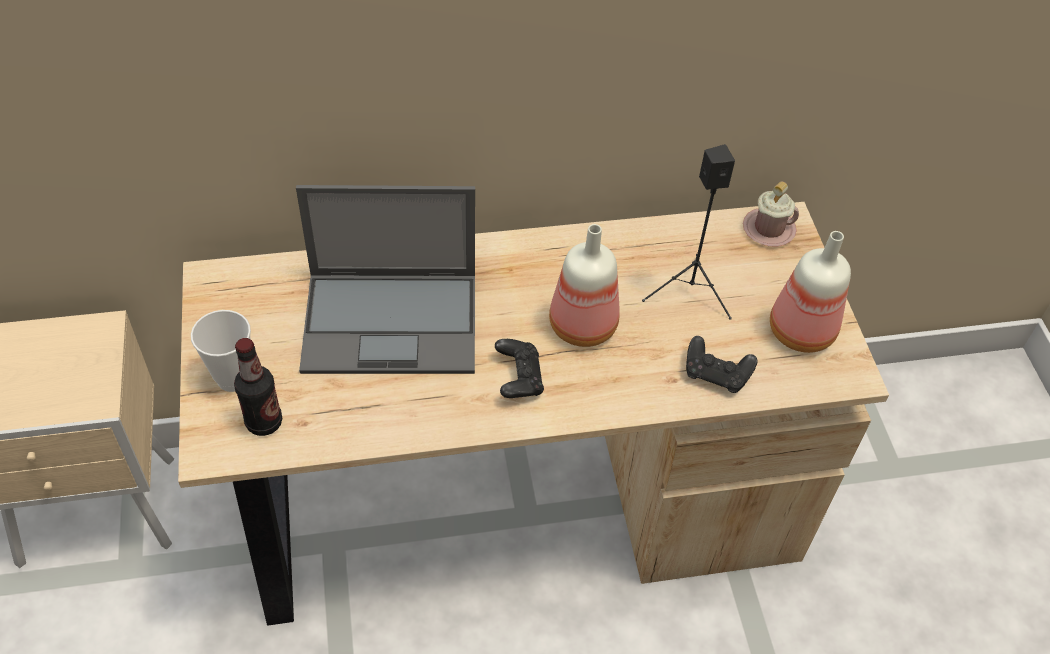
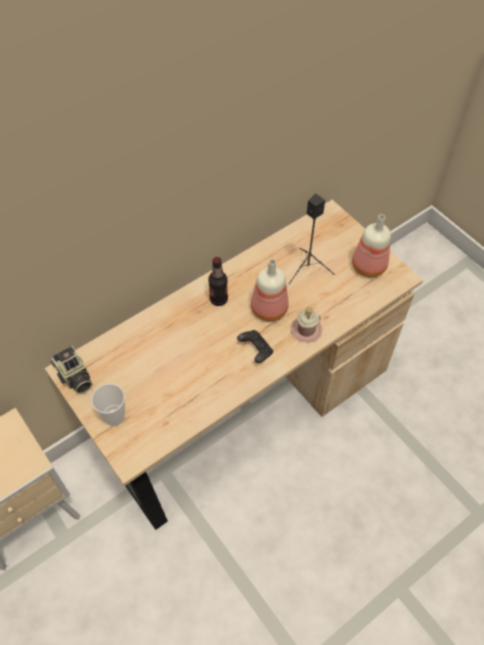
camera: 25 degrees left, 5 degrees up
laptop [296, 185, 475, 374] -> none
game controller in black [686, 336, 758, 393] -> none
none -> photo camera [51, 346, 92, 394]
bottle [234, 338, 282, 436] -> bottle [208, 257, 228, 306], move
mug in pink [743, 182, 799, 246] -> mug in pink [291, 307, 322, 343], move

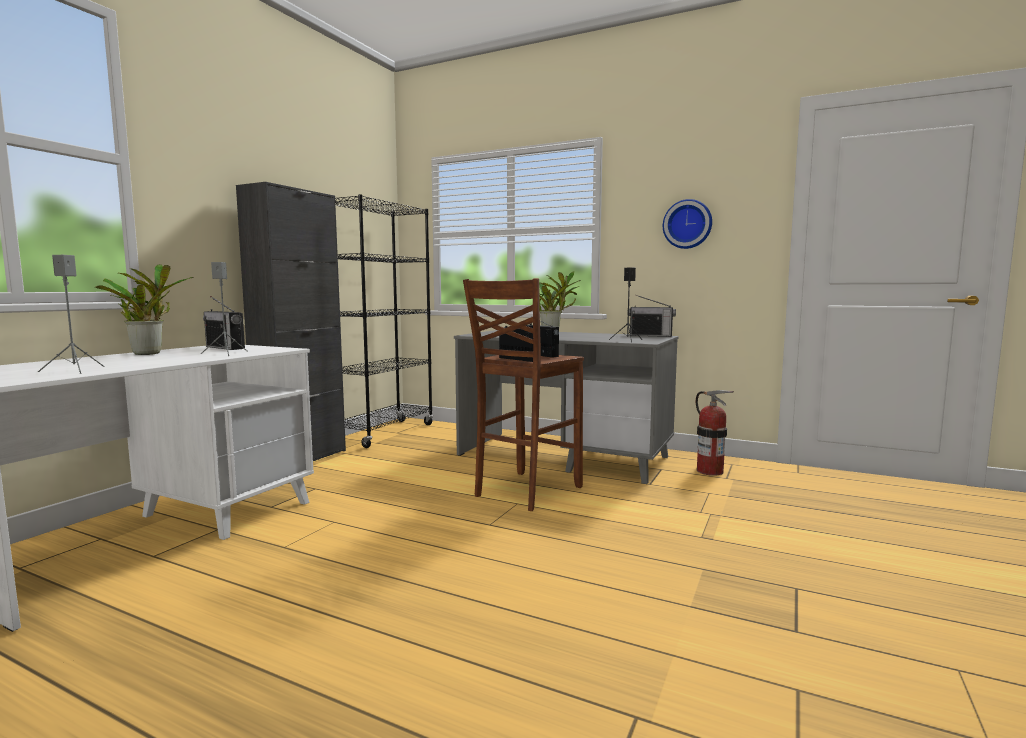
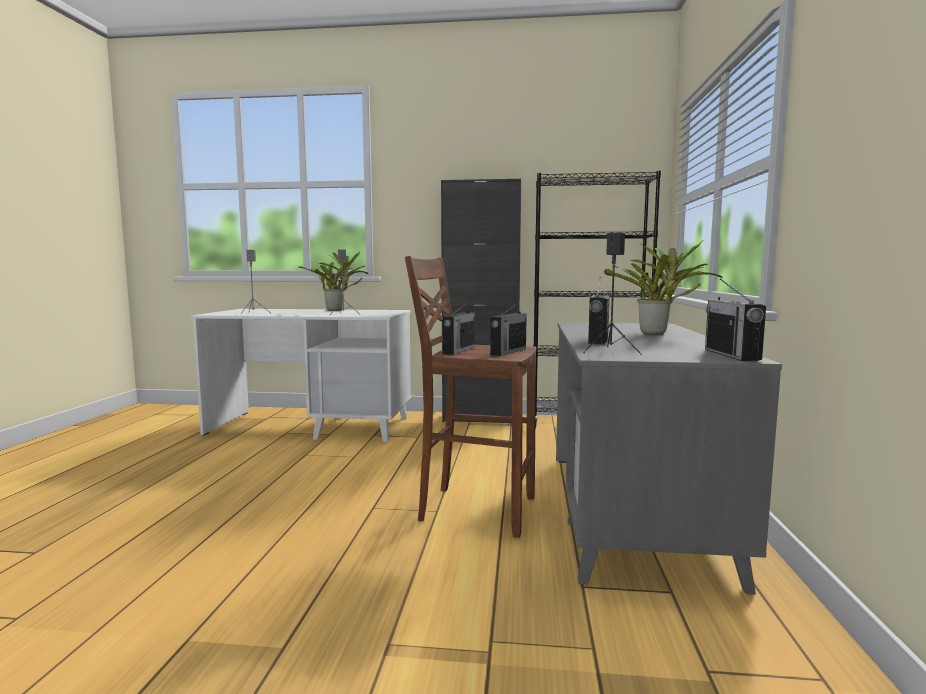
camera: 70 degrees right, 0 degrees up
wall clock [663, 199, 712, 249] -> none
fire extinguisher [696, 390, 734, 476] -> none
radio [203, 296, 245, 350] -> radio [588, 277, 610, 344], move

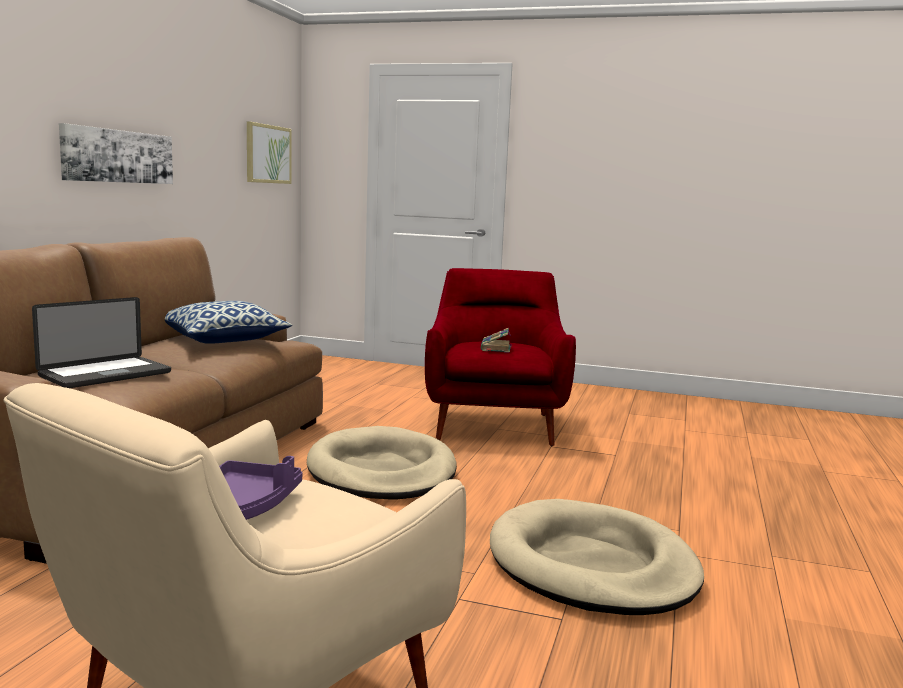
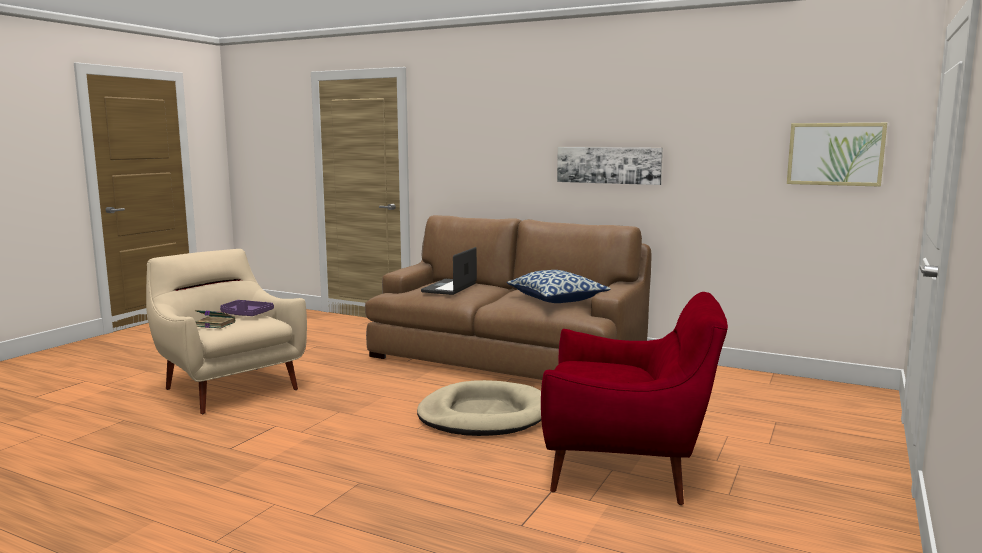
camera: 100 degrees right, 0 degrees up
dog bed in beige [490, 499, 704, 615] -> none
book [481, 328, 511, 353] -> book [195, 310, 235, 329], move
laptop [32, 297, 171, 388] -> laptop [421, 247, 477, 295], 60 degrees clockwise

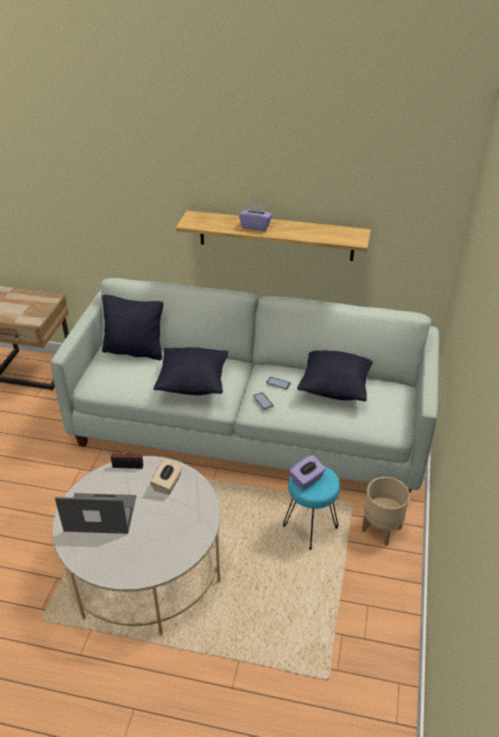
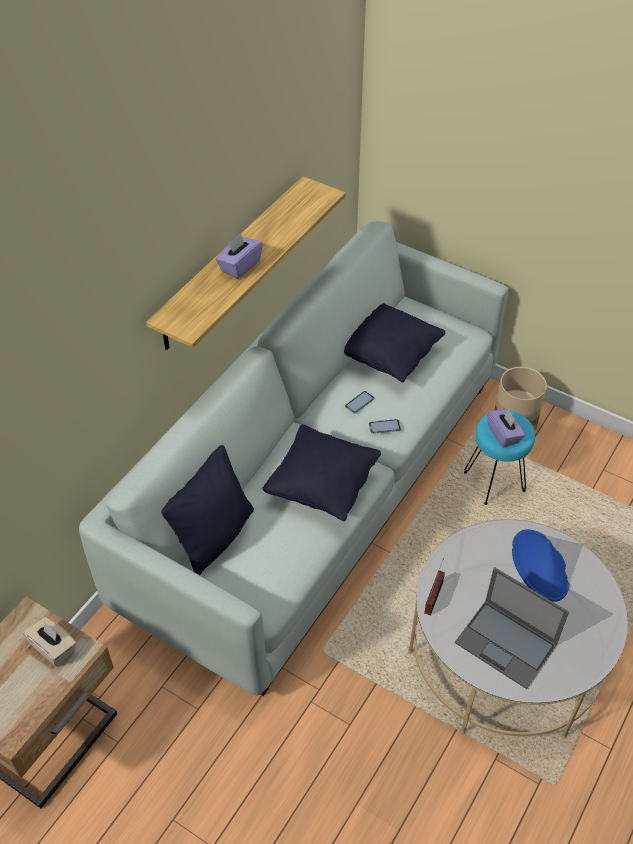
camera: 70 degrees left, 10 degrees up
none -> hat in blue [512, 529, 569, 602]
tissue box in beige [150, 458, 182, 495] -> tissue box in beige [23, 617, 76, 667], move
laptop [55, 493, 136, 534] -> laptop [455, 567, 569, 689], 75 degrees counterclockwise

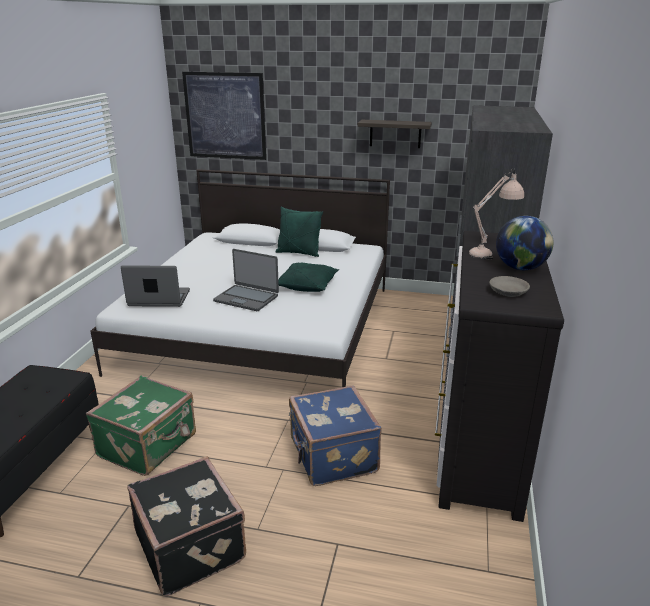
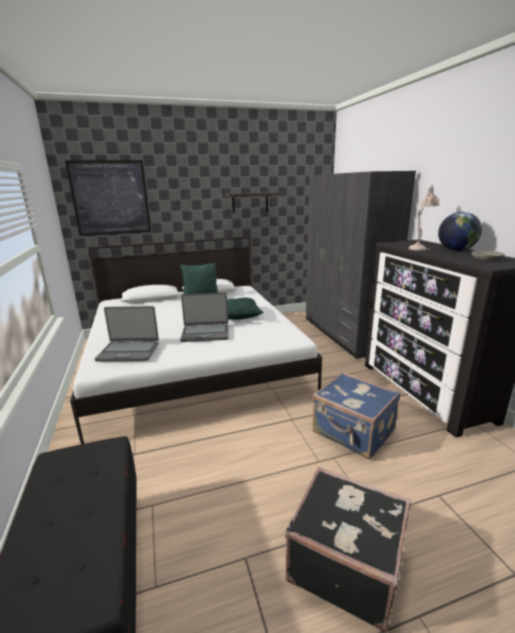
camera: 30 degrees left, 5 degrees down
suitcase in green [86, 375, 196, 476] -> none
laptop [121, 265, 190, 307] -> laptop [95, 306, 159, 362], 150 degrees counterclockwise

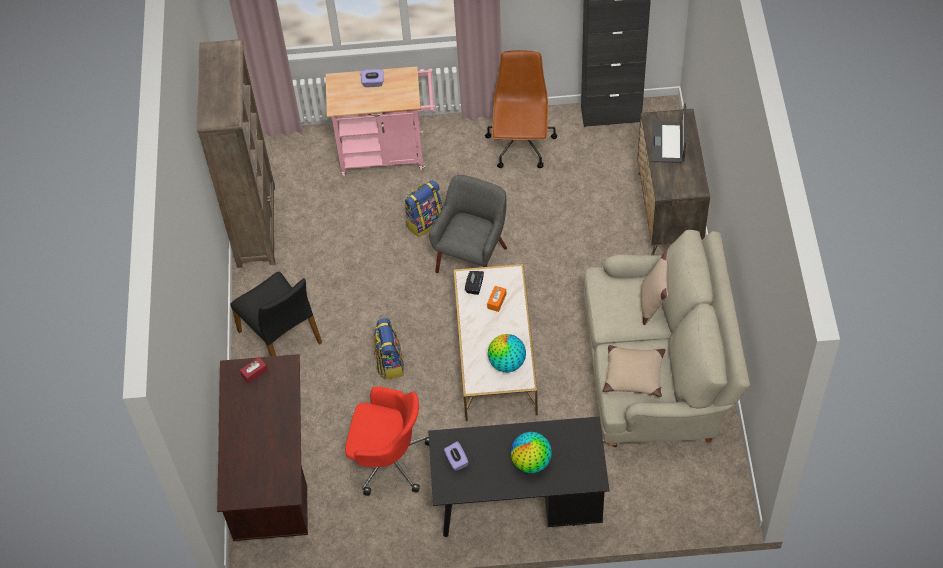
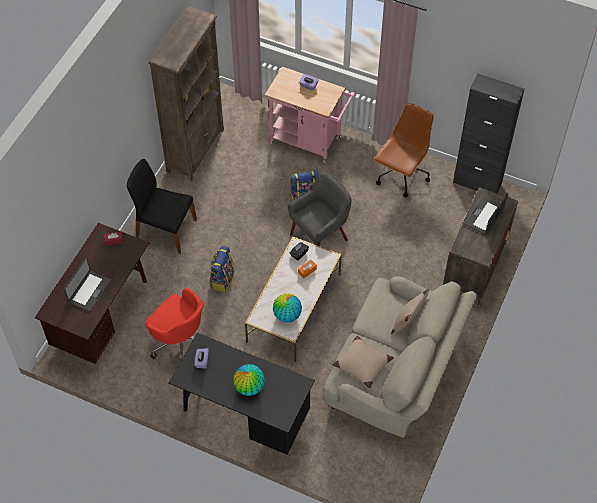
camera: 25 degrees right, 0 degrees up
none -> laptop [64, 257, 111, 312]
chair in black [231, 272, 322, 356] -> chair in black [127, 159, 197, 254], 120 degrees clockwise

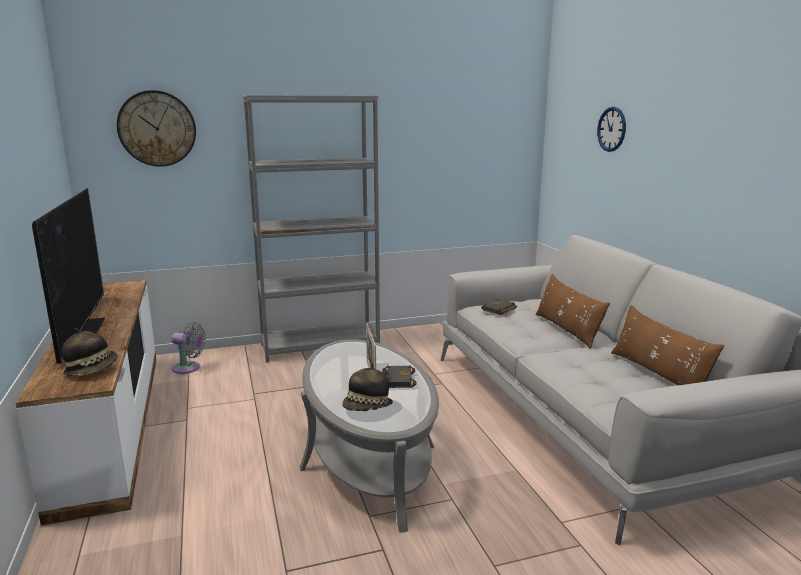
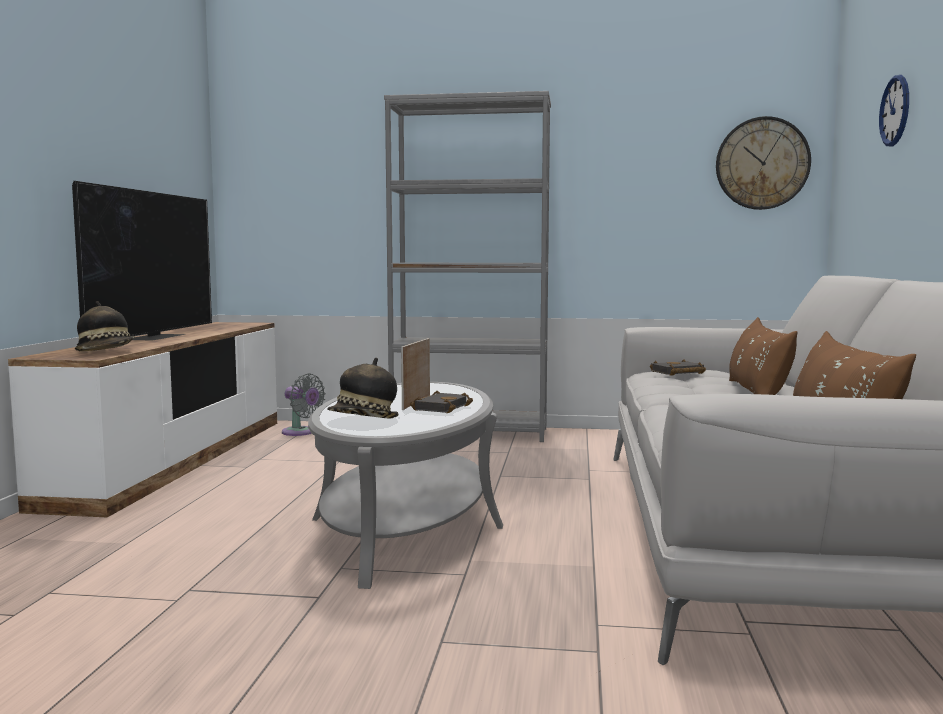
camera: 25 degrees right, 10 degrees down
wall clock [117, 90, 196, 167] -> wall clock [716, 116, 811, 210], move

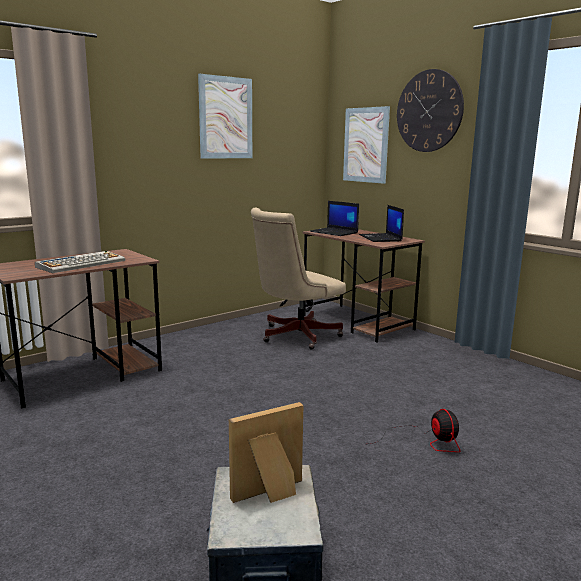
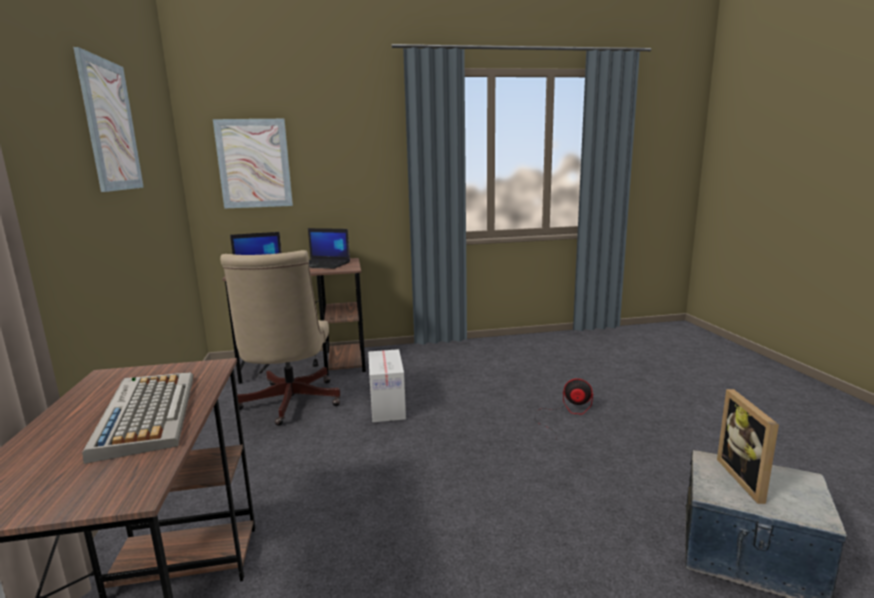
camera: 60 degrees left, 0 degrees up
wall clock [397, 69, 464, 152] -> none
none -> cardboard box [368, 349, 406, 422]

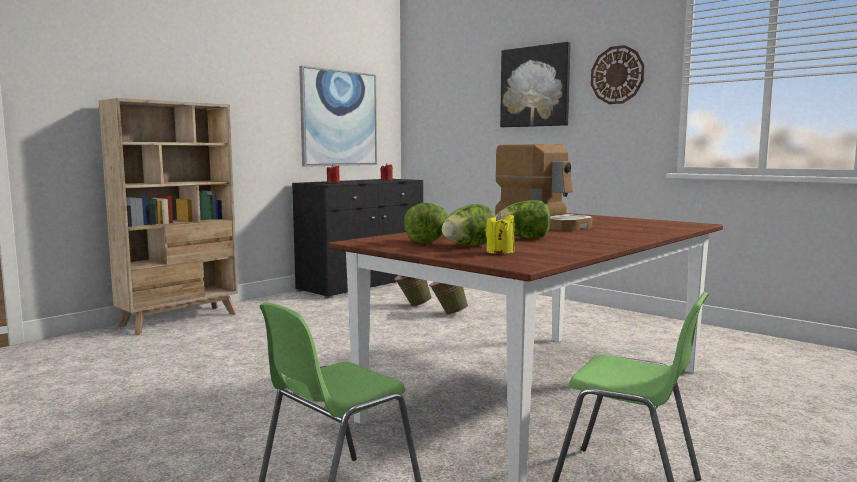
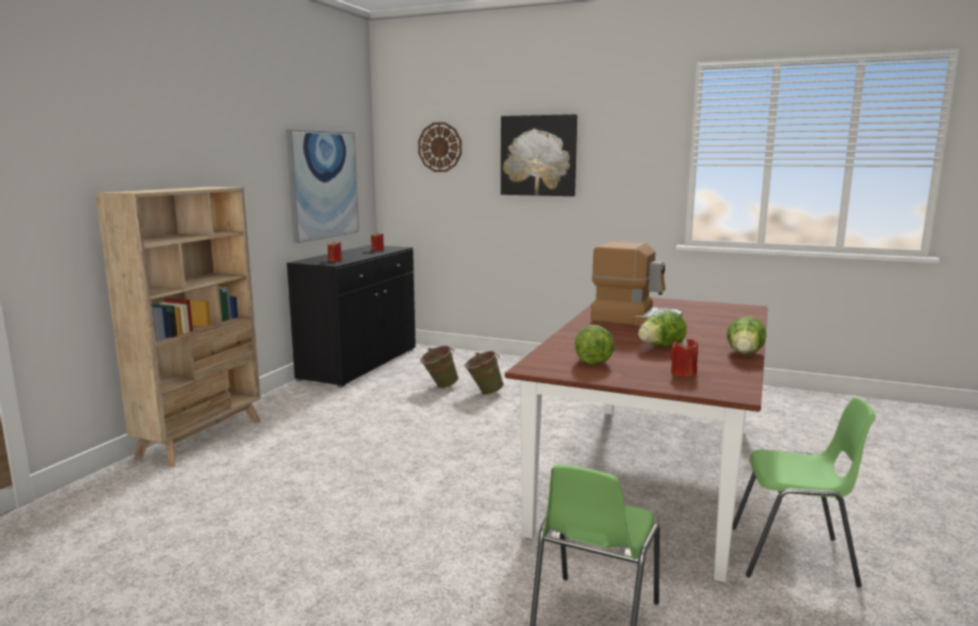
camera: 20 degrees left, 5 degrees up
lettuce [442, 204, 495, 246] -> lettuce [727, 317, 766, 354], move
wall clock [591, 45, 644, 104] -> wall clock [418, 122, 462, 172], move
candle in yellow [485, 212, 514, 254] -> candle in red [670, 338, 698, 377]

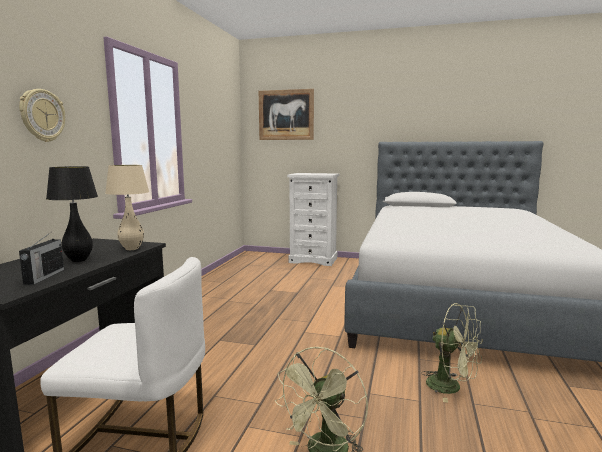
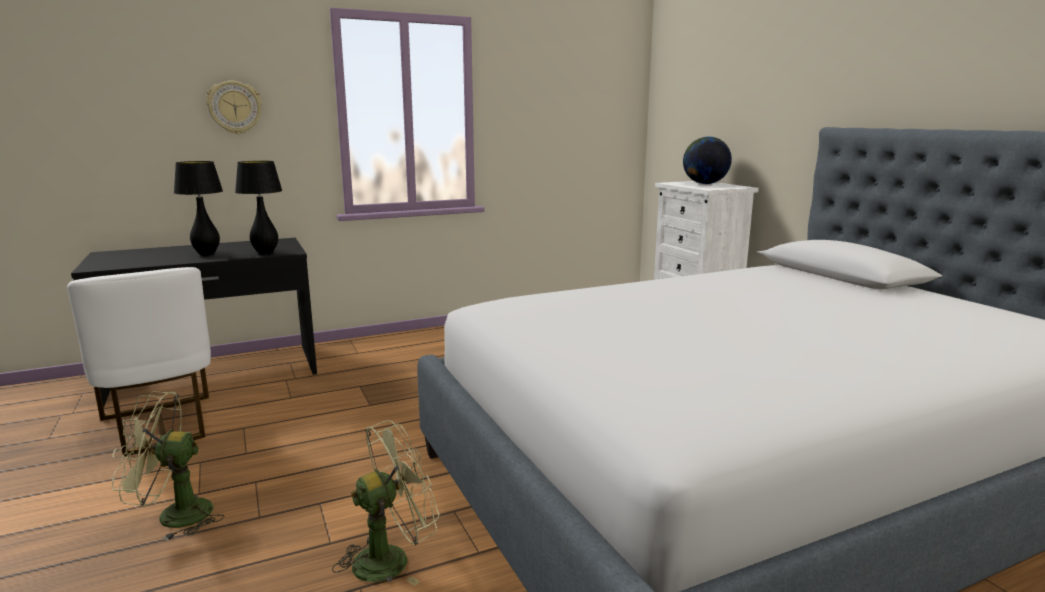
camera: 50 degrees right, 5 degrees up
radio [19, 232, 64, 285] -> none
picture [259, 89, 314, 140] -> none
none -> globe [683, 137, 732, 184]
table lamp in beige [105, 165, 149, 250] -> table lamp in black [235, 161, 282, 255]
fan in green [421, 303, 483, 403] -> fan in green [332, 420, 440, 586], 120 degrees counterclockwise

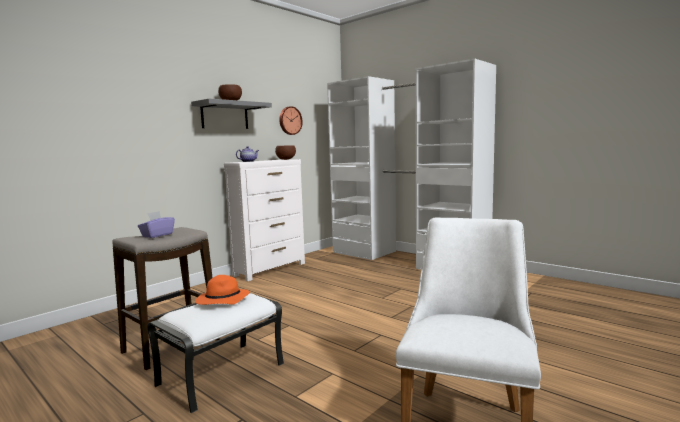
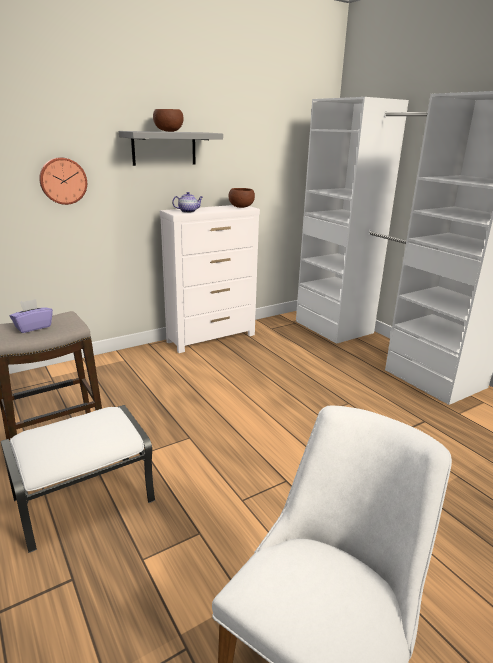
camera: 15 degrees right, 15 degrees up
hat in orange [195, 275, 250, 305] -> none
wall clock [279, 106, 303, 135] -> wall clock [39, 157, 87, 205], move

